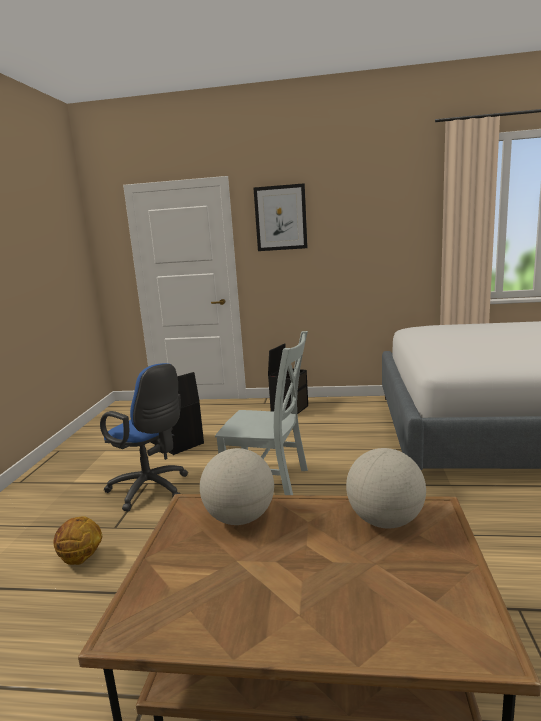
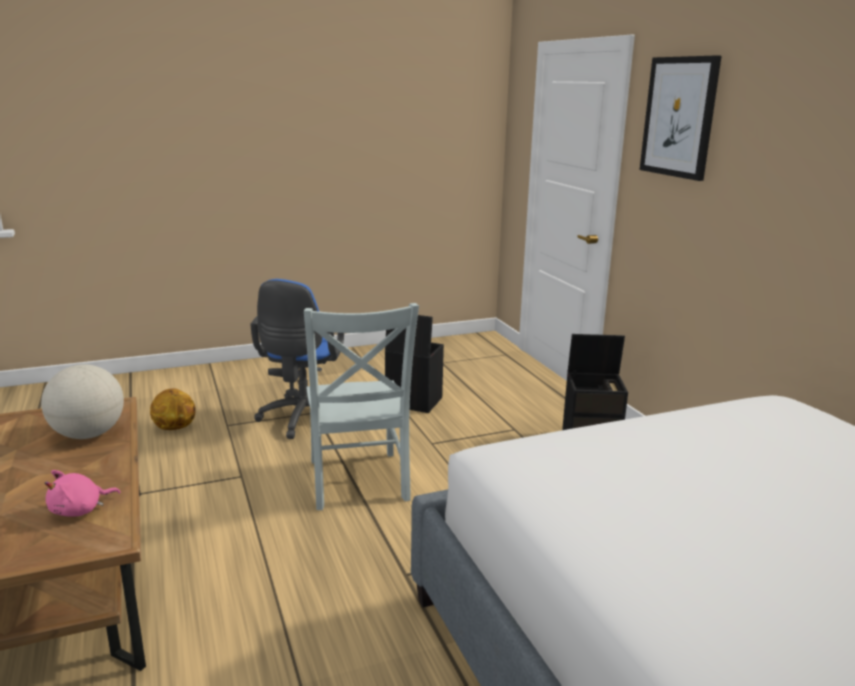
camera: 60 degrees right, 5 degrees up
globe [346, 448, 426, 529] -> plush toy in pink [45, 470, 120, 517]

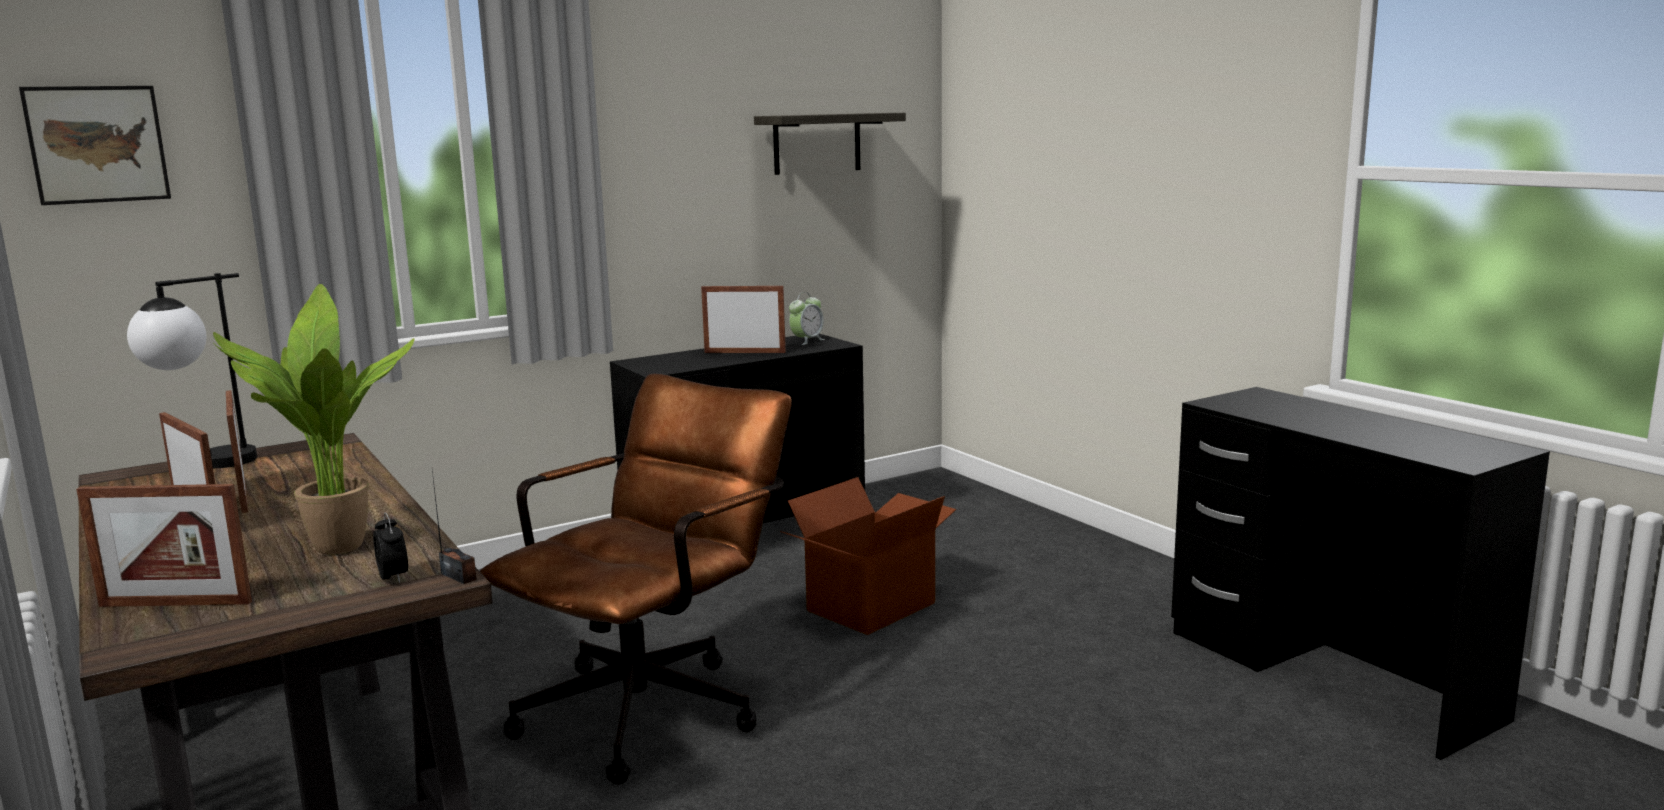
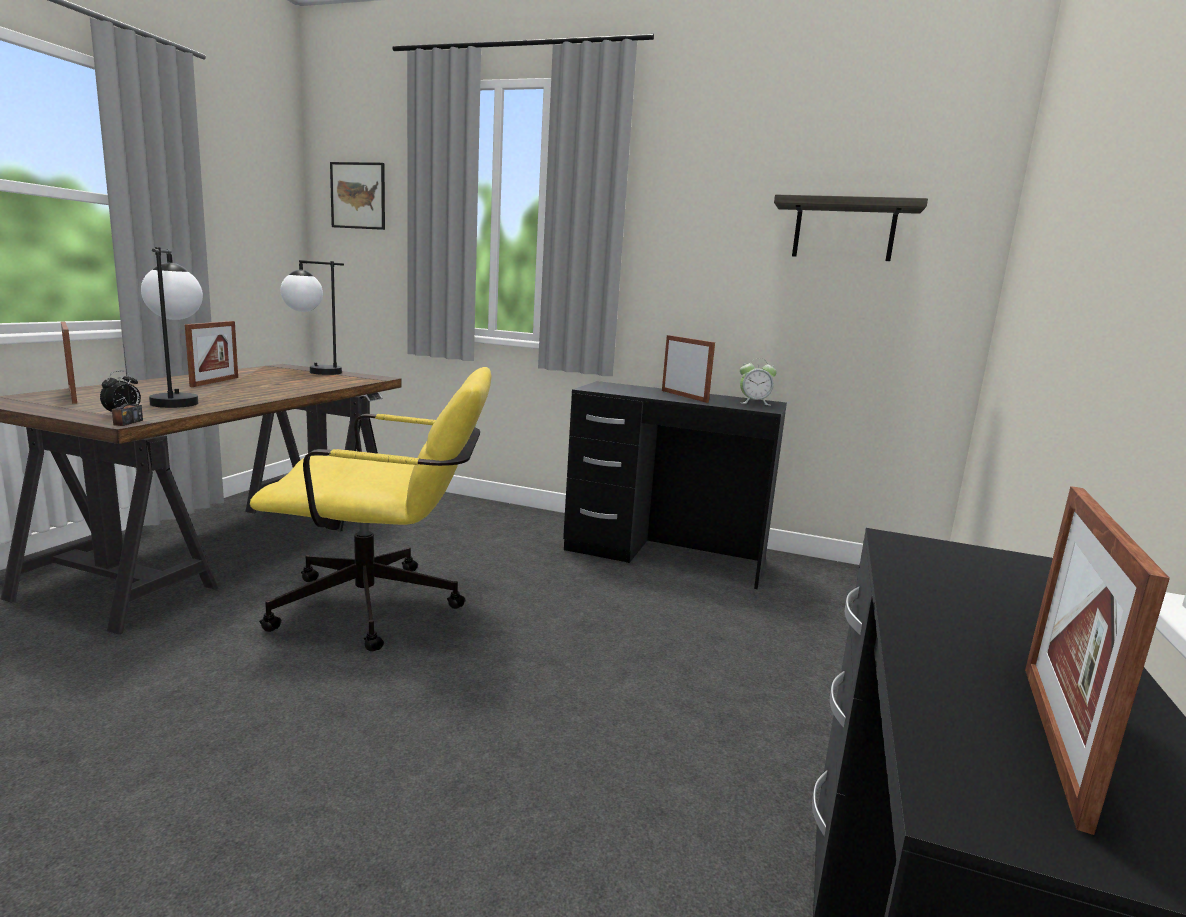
camera: 50 degrees right, 0 degrees up
cardboard box [780, 477, 956, 635] -> none
picture frame [226, 390, 248, 513] -> picture frame [1025, 486, 1170, 835], move
potted plant [213, 284, 415, 555] -> table lamp [141, 247, 203, 408]
office chair in brown [480, 374, 792, 785] -> office chair in yellow [250, 367, 491, 651]

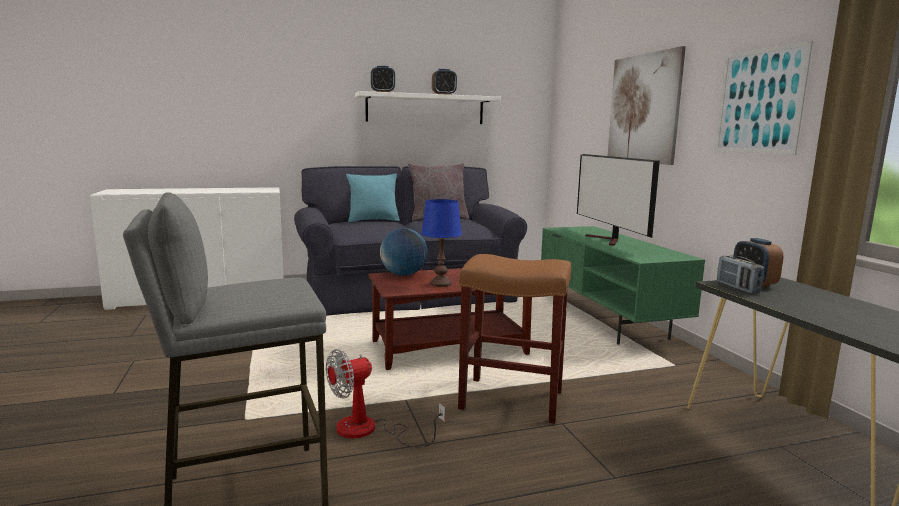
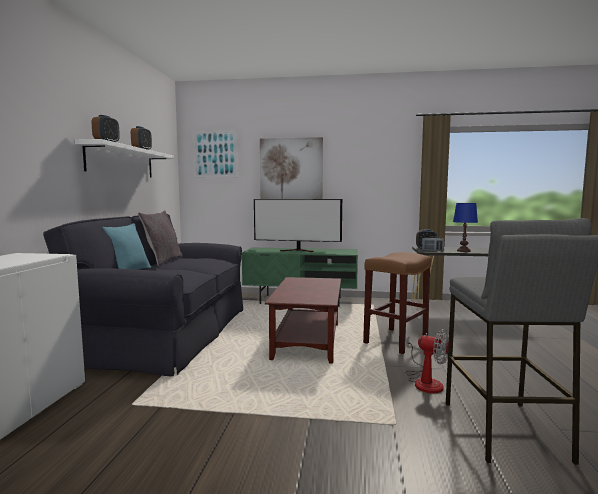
camera: 65 degrees left, 5 degrees down
globe [380, 228, 427, 276] -> none
table lamp in blue [421, 199, 462, 287] -> table lamp in blue [453, 203, 478, 252], move
picture [715, 41, 813, 155] -> picture [193, 130, 238, 177], move
fan [326, 349, 445, 447] -> fan [405, 329, 449, 393], 45 degrees counterclockwise

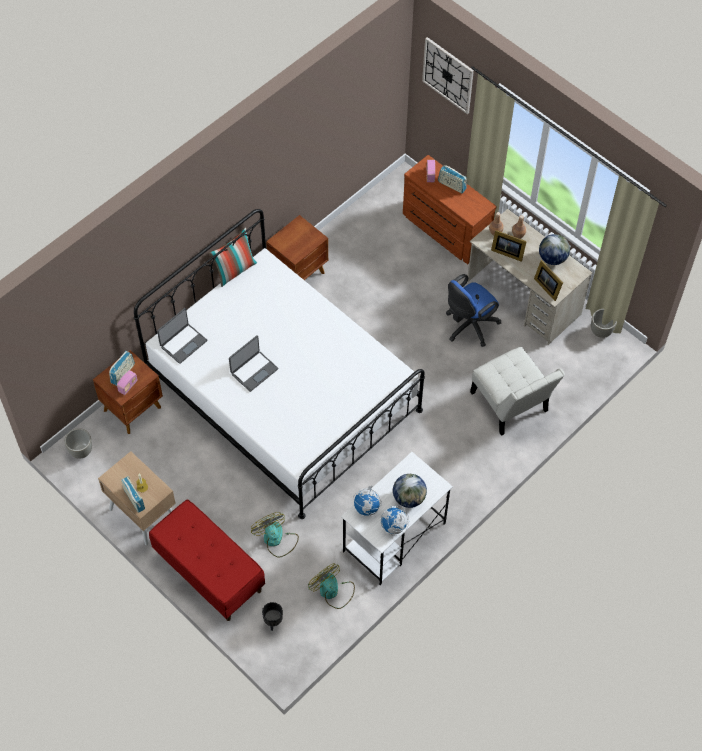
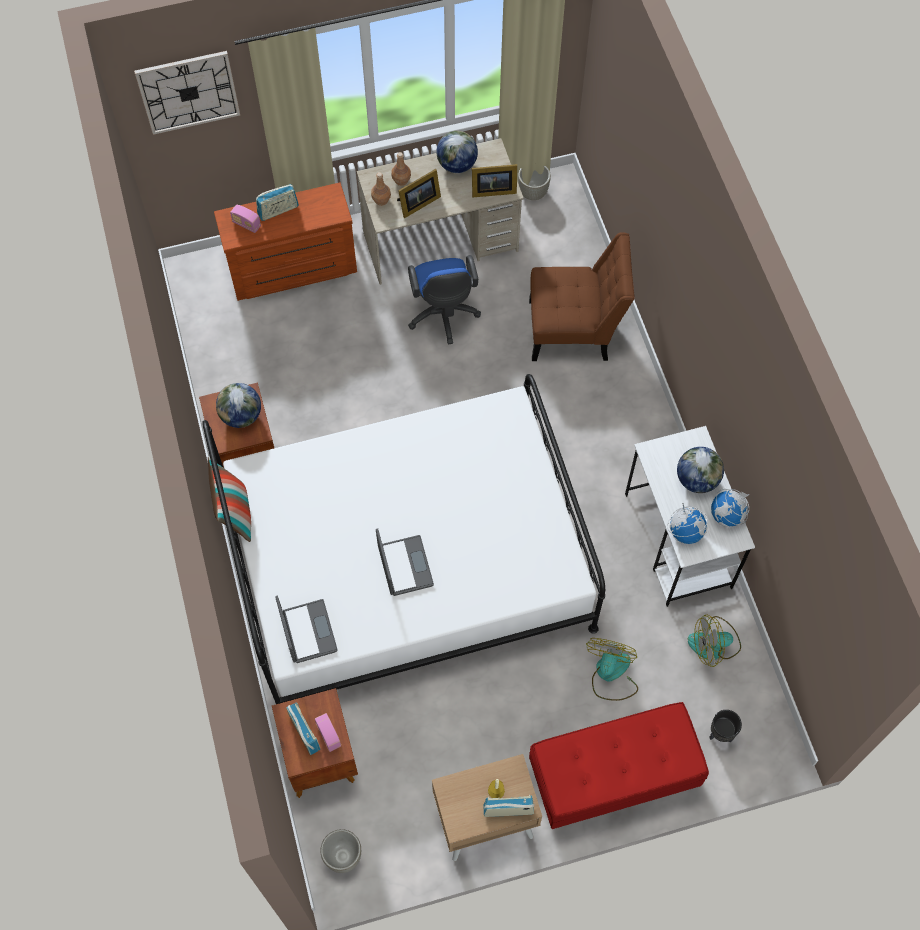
camera: 60 degrees left, 5 degrees up
none -> globe [216, 383, 261, 428]
chair in white [470, 347, 565, 436] -> chair in brown [529, 232, 635, 361]
fan [251, 512, 299, 558] -> fan [586, 638, 638, 701], 105 degrees clockwise

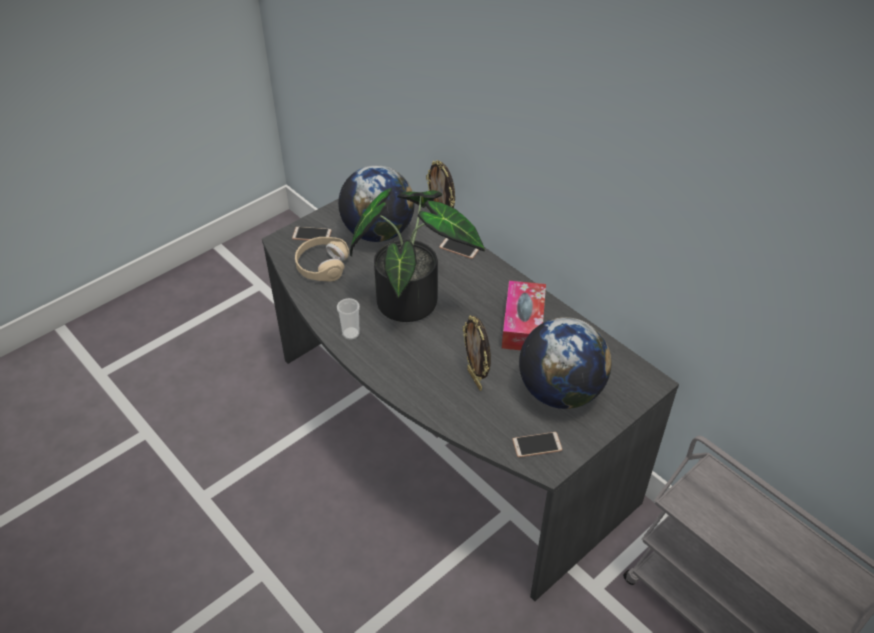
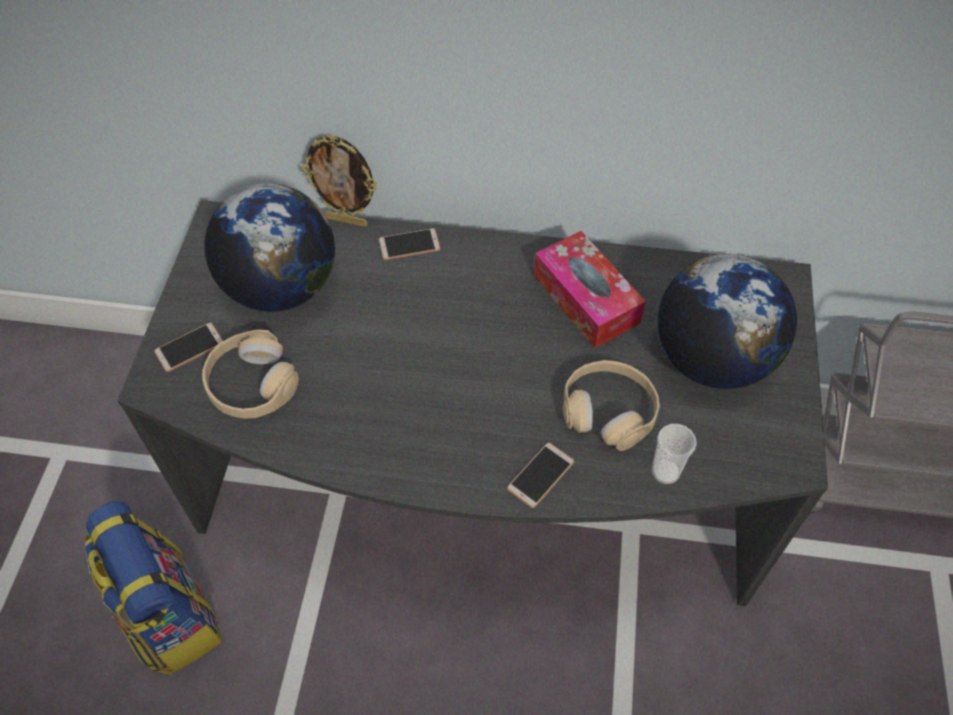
camera: 40 degrees left, 10 degrees up
potted plant [350, 188, 485, 322] -> none
none -> backpack [85, 501, 222, 675]
cup [337, 298, 360, 340] -> cup [652, 424, 697, 484], move
phone [512, 432, 562, 457] -> phone [507, 442, 574, 508], move
picture frame [463, 315, 491, 391] -> headphones in beige [563, 360, 660, 451]

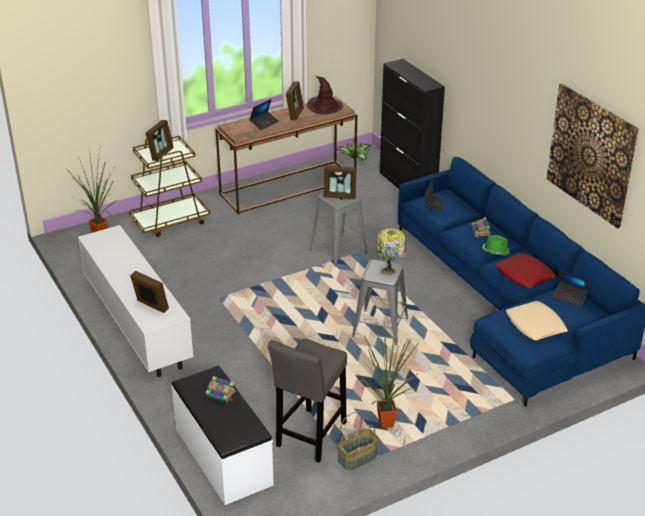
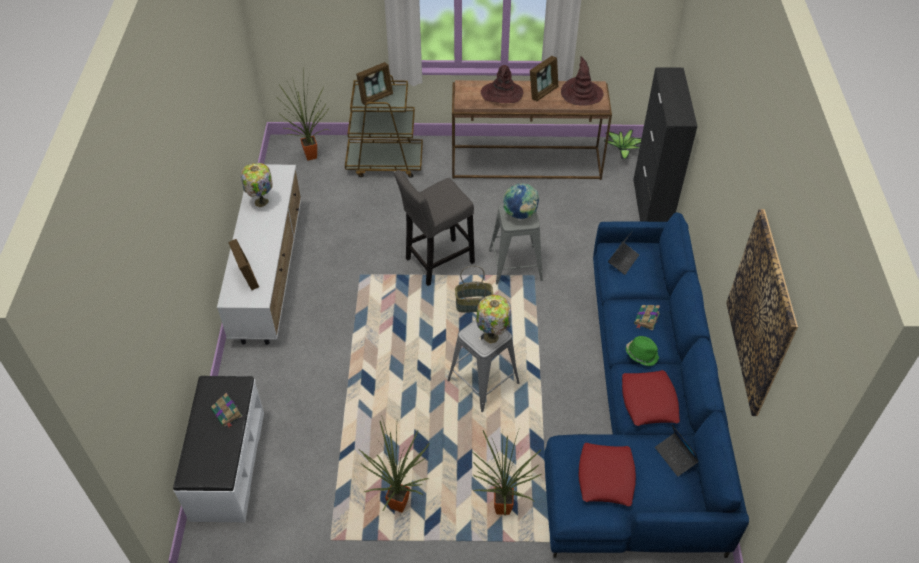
camera: 30 degrees right, 15 degrees up
none -> table lamp [241, 163, 273, 207]
none -> potted plant [473, 427, 542, 515]
stool in grey [268, 338, 347, 463] -> stool in grey [394, 170, 475, 286], move
basket [337, 412, 379, 471] -> basket [455, 266, 493, 313], move
laptop [249, 99, 279, 130] -> hat in brown [481, 65, 524, 103]
picture frame [324, 166, 356, 199] -> globe [503, 183, 539, 219]
pillow in beige [506, 301, 568, 340] -> pillow in red [578, 443, 636, 506]

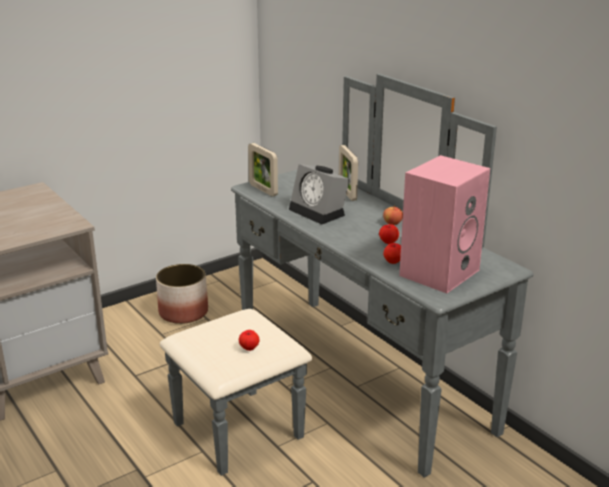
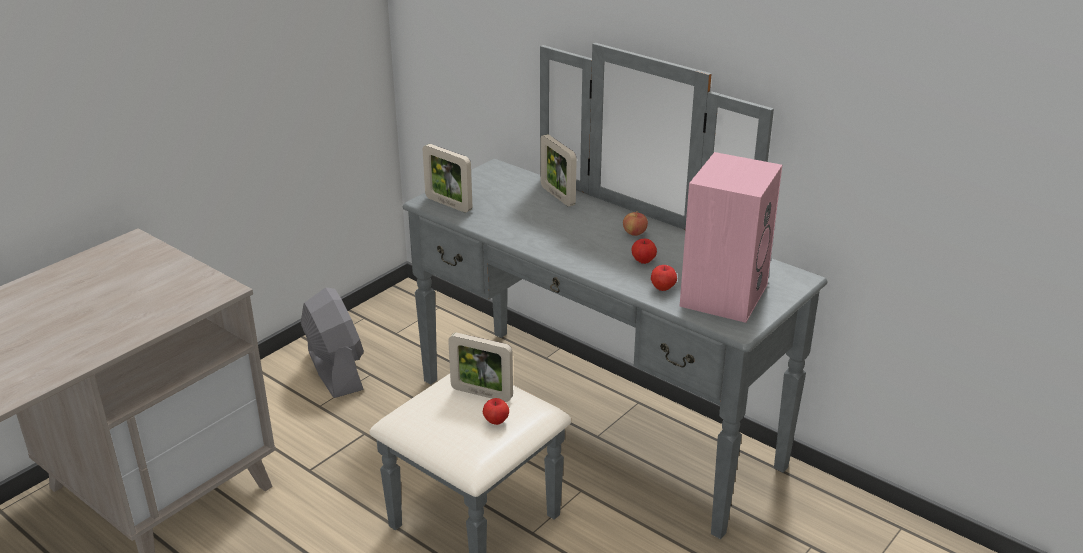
camera: 15 degrees left, 5 degrees up
alarm clock [289, 164, 350, 225] -> none
none -> picture frame [448, 333, 513, 402]
planter [156, 264, 208, 324] -> fan in grey [301, 287, 364, 398]

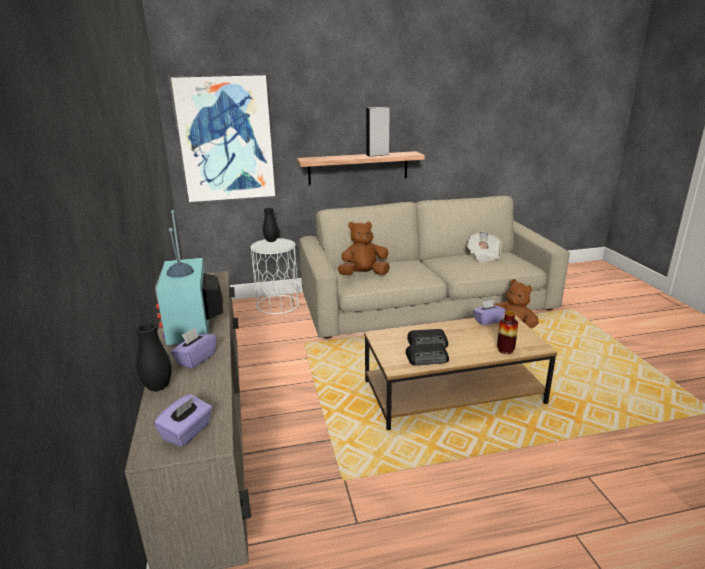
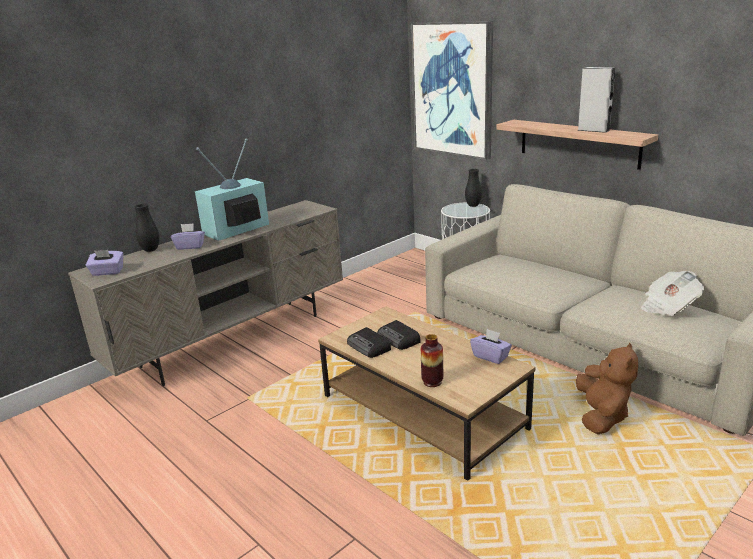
camera: 60 degrees right, 0 degrees up
plush toy in brown [338, 221, 390, 275] -> none

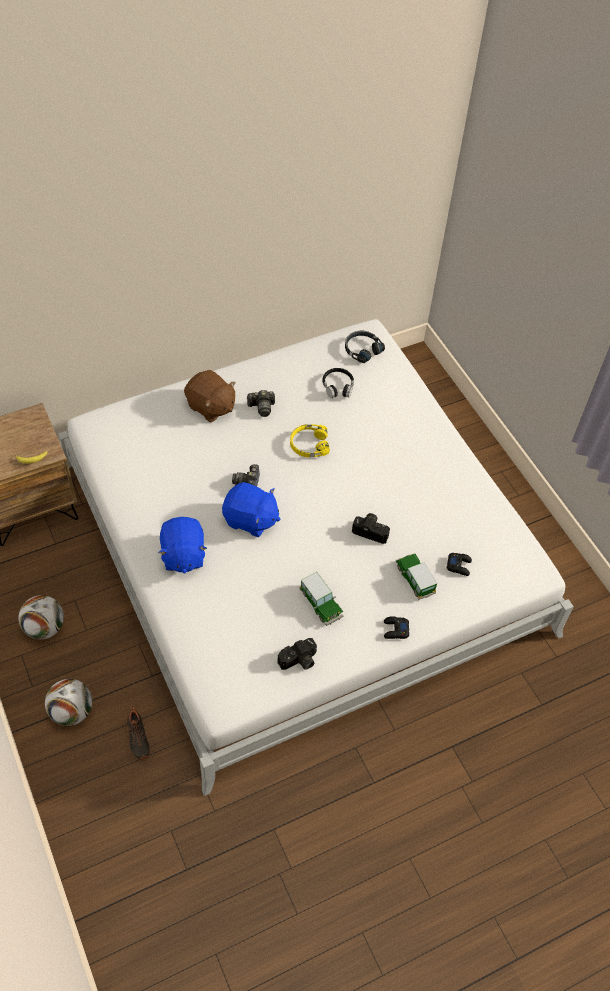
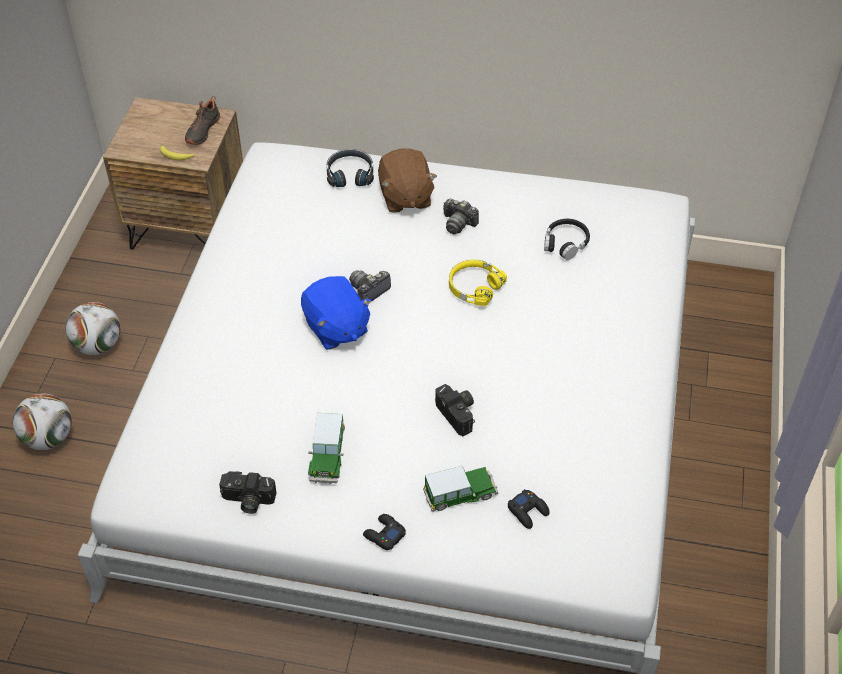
camera: 40 degrees right, 5 degrees down
plush toy in blue [158, 517, 207, 574] -> none
shoe in black [127, 706, 150, 759] -> shoe in black [185, 96, 220, 145], move
headphones in black [345, 331, 385, 363] -> headphones in black [327, 149, 374, 187], move
toy car [396, 554, 437, 600] -> toy car [423, 466, 498, 512], 60 degrees clockwise

